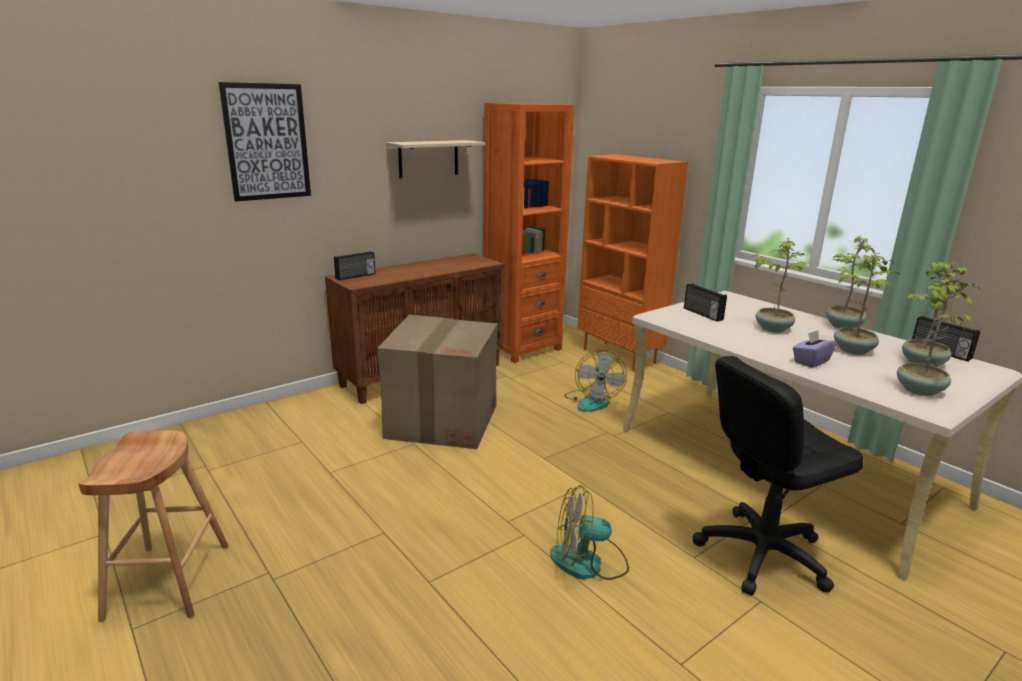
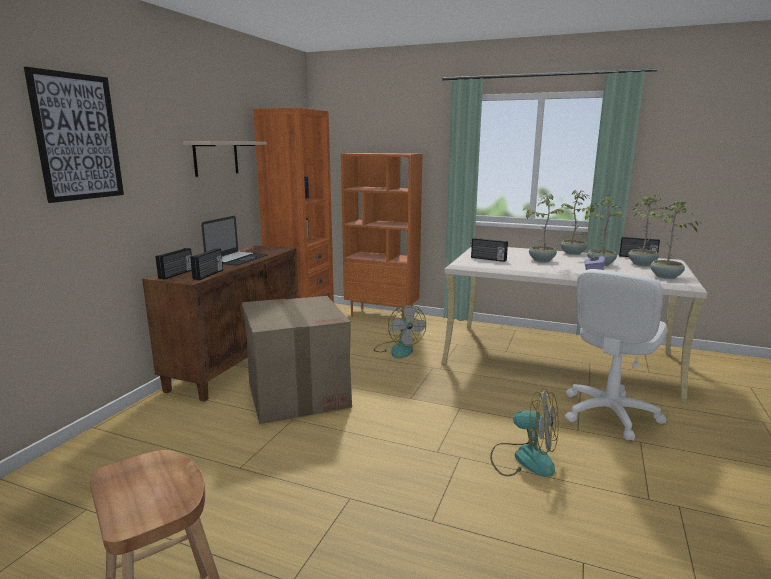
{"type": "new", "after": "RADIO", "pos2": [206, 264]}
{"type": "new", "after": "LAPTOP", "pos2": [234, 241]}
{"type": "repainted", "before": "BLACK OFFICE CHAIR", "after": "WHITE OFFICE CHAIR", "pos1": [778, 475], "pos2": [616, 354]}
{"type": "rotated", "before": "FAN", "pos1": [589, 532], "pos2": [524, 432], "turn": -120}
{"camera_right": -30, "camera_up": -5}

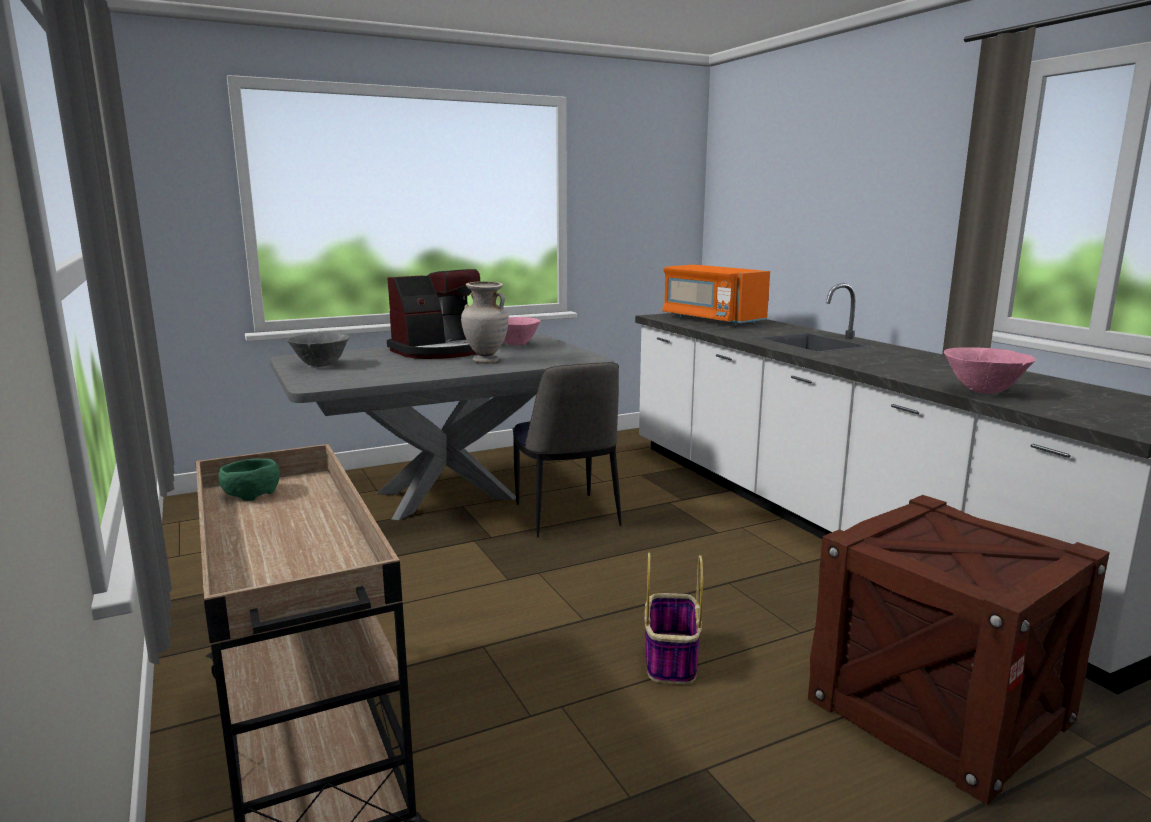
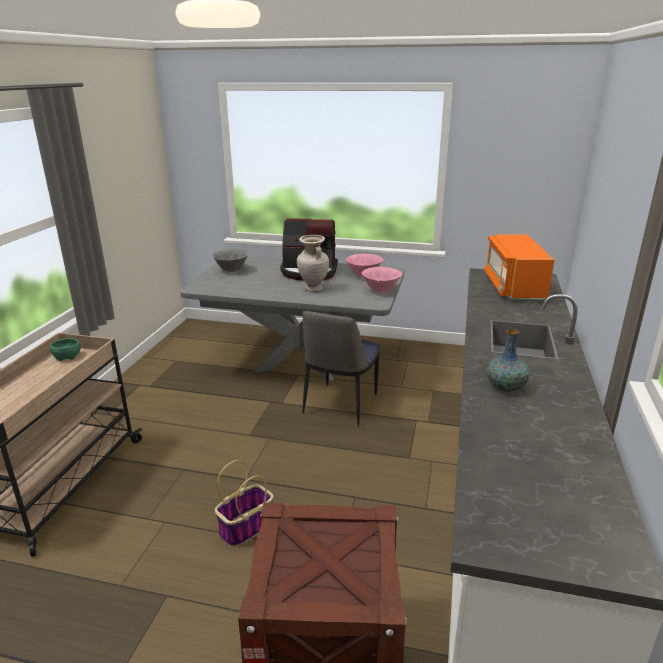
{"type": "new", "after": "VASE", "pos2": [508, 360]}
{"type": "shifted", "before": "PINK BOWL", "pos1": [990, 370], "pos2": [382, 280]}
{"camera_right": 40, "camera_up": 10}

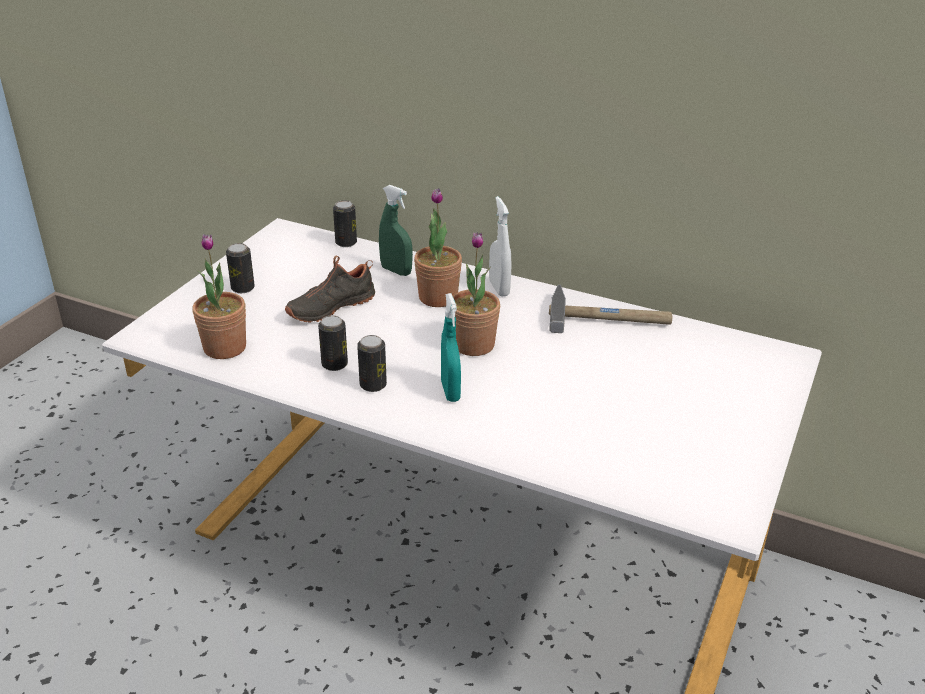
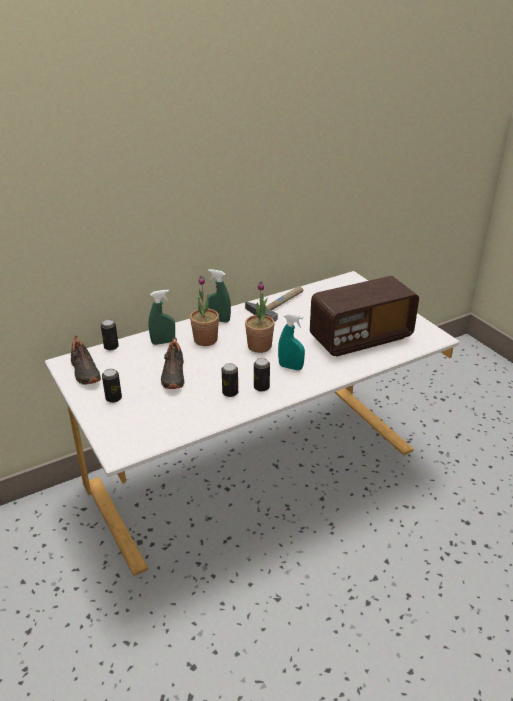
{"type": "gone", "before": "POTTED PLANT", "pos1": [219, 296]}
{"type": "new", "after": "BLACK SHOE", "pos2": [86, 360]}
{"type": "new", "after": "RADIO", "pos2": [364, 316]}
{"type": "repainted", "before": "WHITE SPRAY BOTTLE", "after": "GREEN SPRAY BOTTLE", "pos1": [500, 246], "pos2": [219, 296]}
{"camera_right": -55, "camera_up": 0}

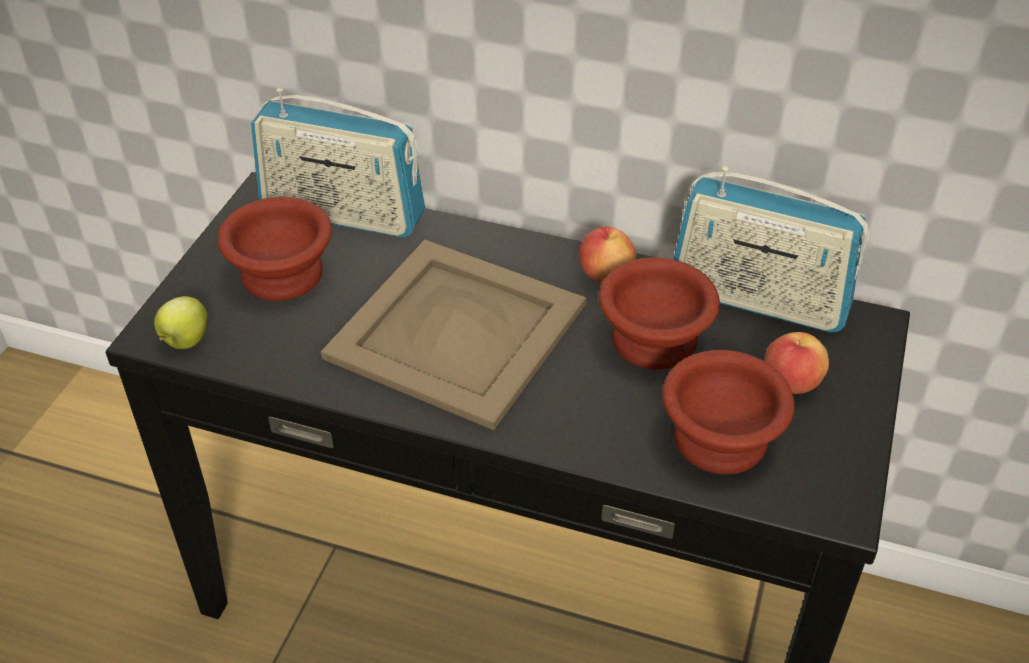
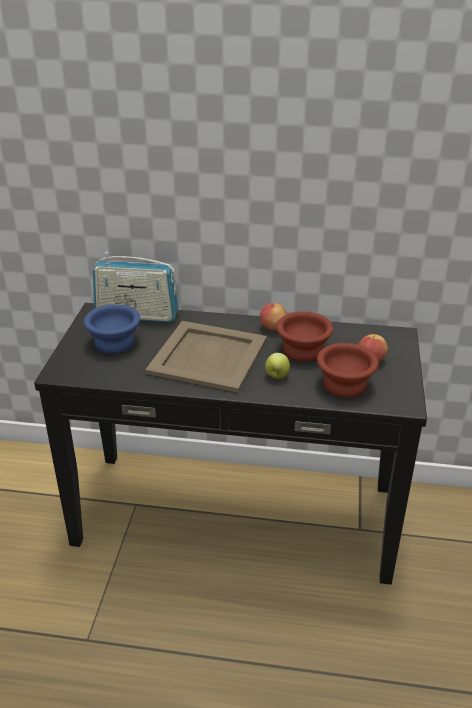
{"type": "gone", "before": "RADIO", "pos1": [771, 249]}
{"type": "shifted", "before": "APPLE", "pos1": [181, 322], "pos2": [277, 366]}
{"type": "repainted", "before": "BROWN BOWL", "after": "BLUE BOWL", "pos1": [274, 249], "pos2": [112, 328]}
{"camera_right": -10, "camera_up": -10}

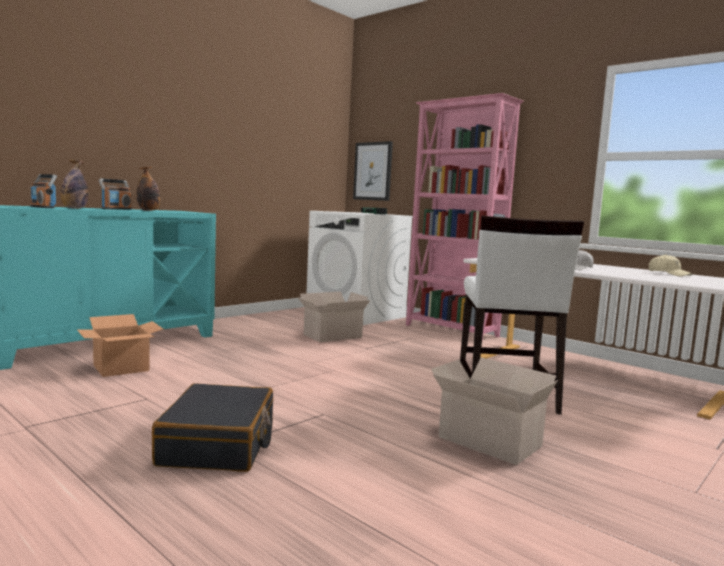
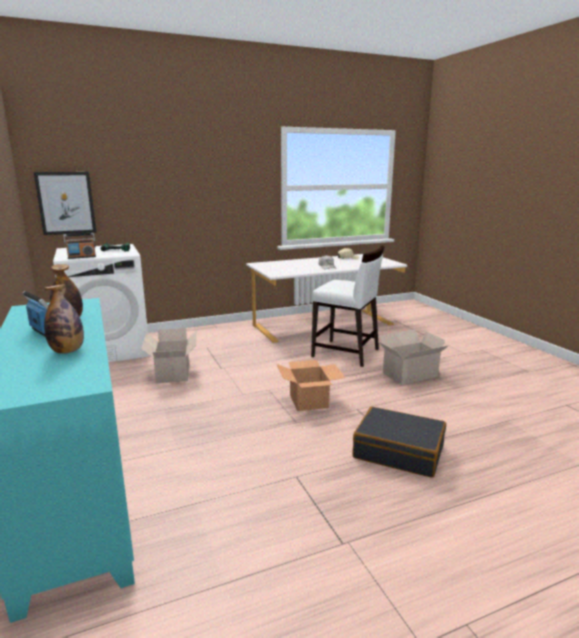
{"type": "gone", "before": "PINK BOOKCASE", "pos1": [465, 216]}
{"type": "shifted", "before": "RADIO", "pos1": [44, 191], "pos2": [79, 246]}
{"type": "shifted", "before": "CARDBOARD BOX", "pos1": [120, 345], "pos2": [311, 385]}
{"camera_right": -65, "camera_up": 10}

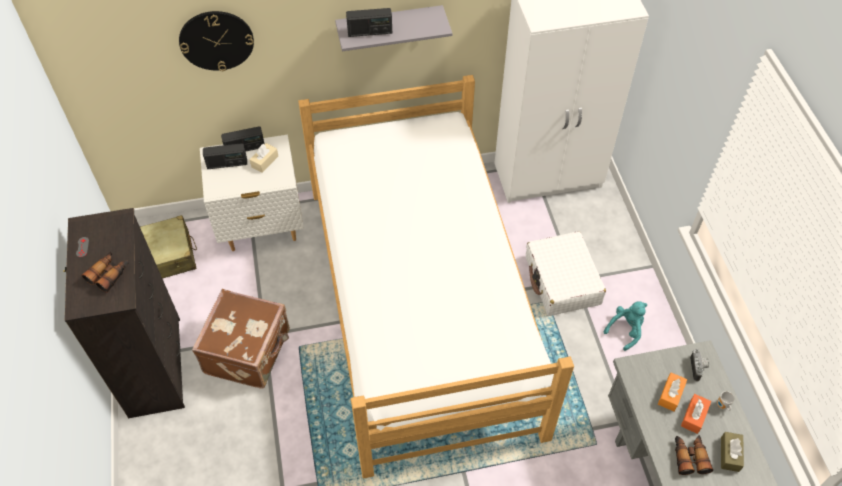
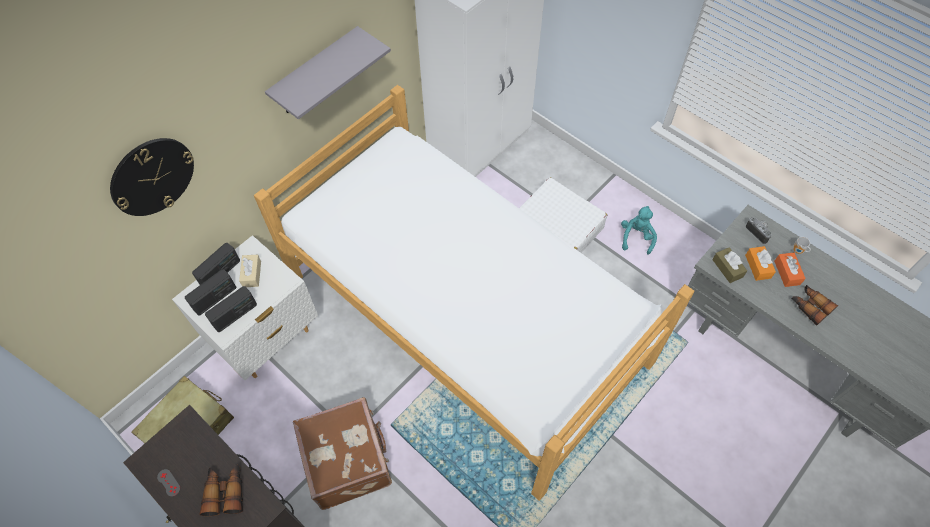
{"type": "shifted", "before": "RADIO", "pos1": [369, 22], "pos2": [231, 309]}
{"type": "shifted", "before": "BROWN TISSUE BOX", "pos1": [732, 452], "pos2": [729, 265]}
{"camera_right": -35, "camera_up": 5}

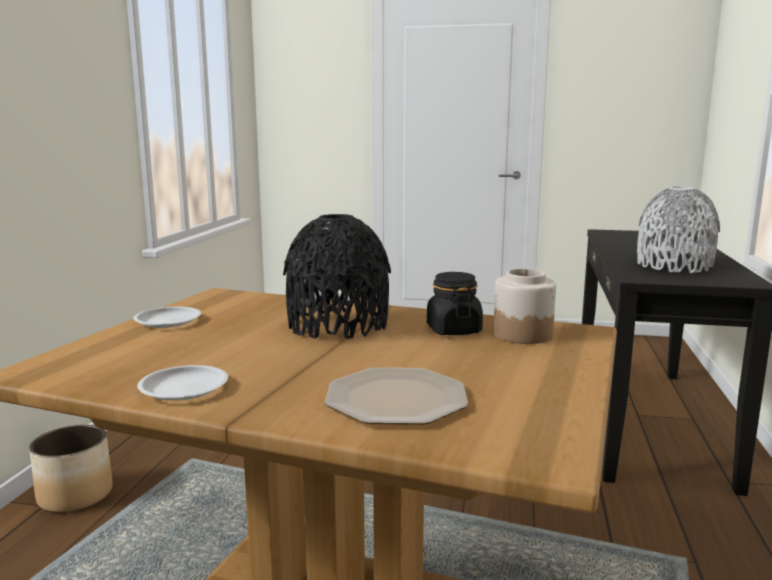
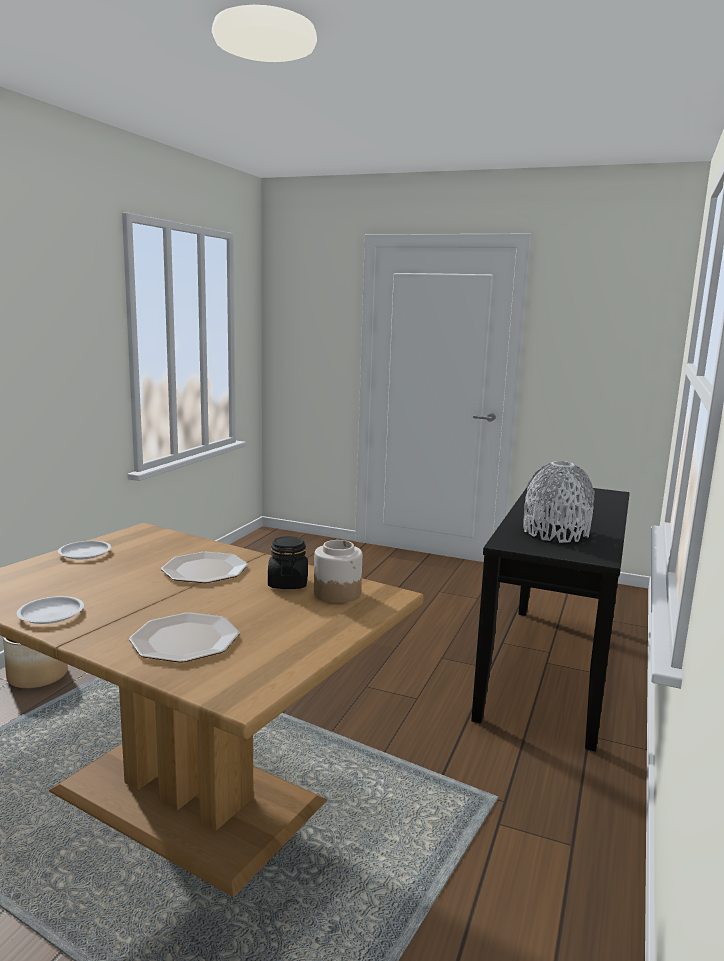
{"type": "swapped", "before": "BLACK VASE", "after": "PLATE", "pos1": [337, 276], "pos2": [204, 567]}
{"camera_right": 10, "camera_up": 0}

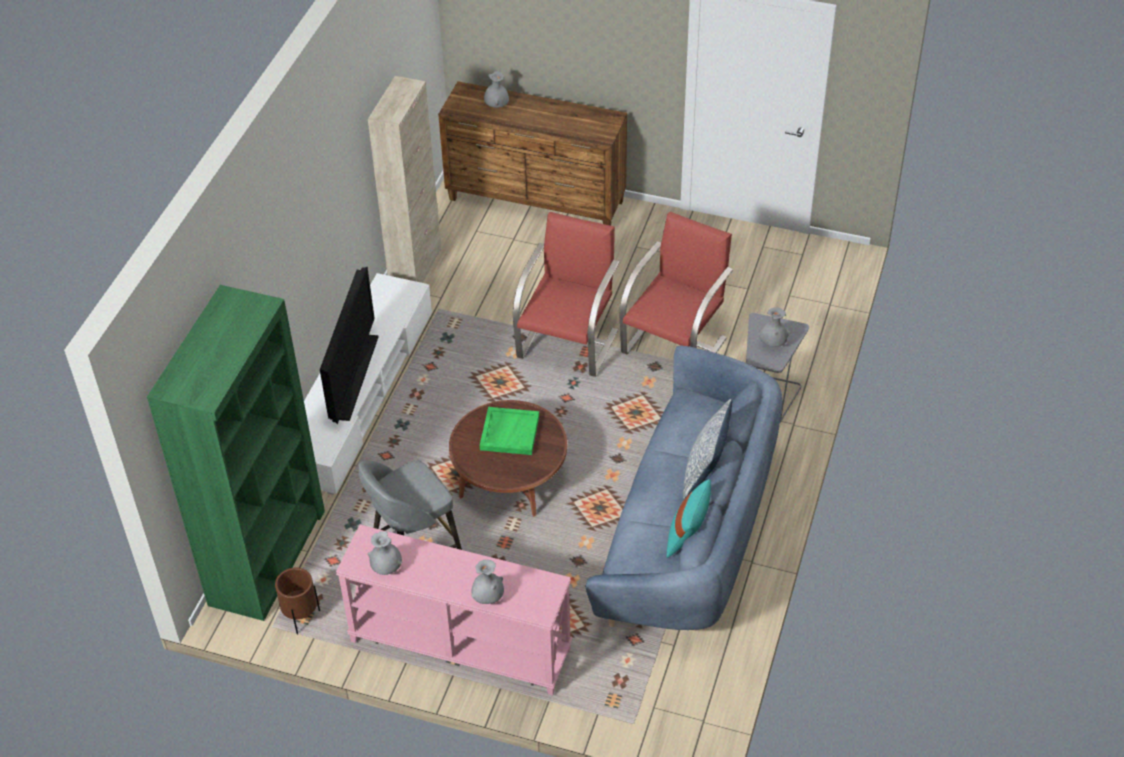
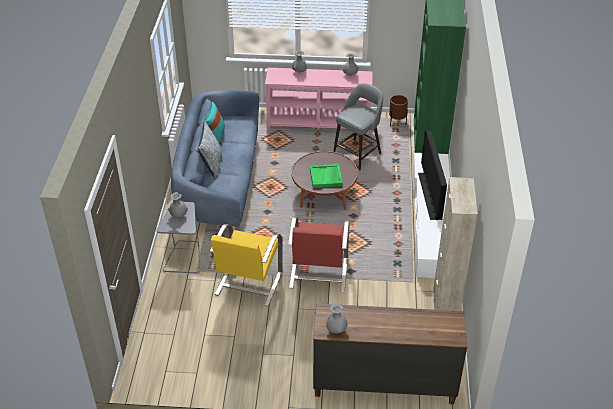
{"type": "shifted", "before": "GREY VASE", "pos1": [496, 89], "pos2": [336, 318]}
{"type": "repainted", "before": "RED ARMCHAIR", "after": "YELLOW ARMCHAIR", "pos1": [676, 283], "pos2": [246, 264]}
{"camera_right": 165, "camera_up": -5}

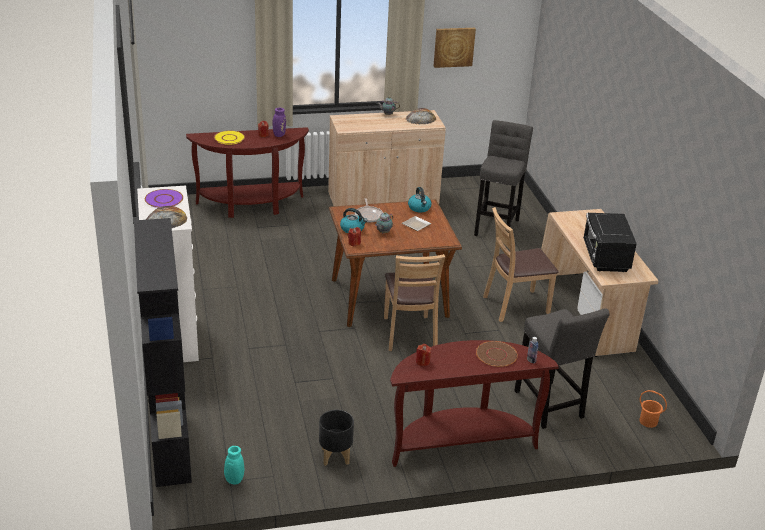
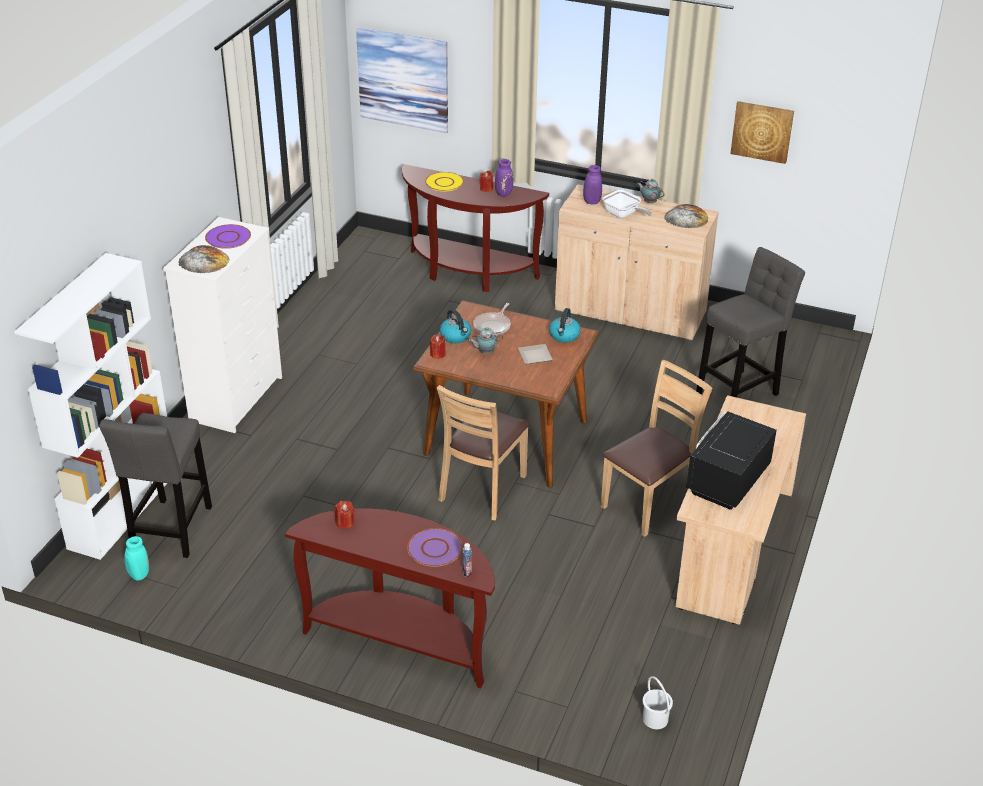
{"type": "gone", "before": "BLACK PLANTER", "pos1": [336, 438]}
{"type": "new", "after": "PICTURE", "pos2": [402, 80]}
{"type": "new", "after": "PURPLE VASE", "pos2": [592, 184]}
{"type": "new", "after": "FRYING PAN", "pos2": [627, 204]}
{"type": "shifted", "before": "GREY STOOL", "pos1": [562, 368], "pos2": [156, 485]}
{"type": "repainted", "before": "BLACK BOOKCASE", "after": "WHITE BOOKCASE", "pos1": [163, 352], "pos2": [90, 406]}
{"type": "repainted", "before": "BROWN PLATE", "after": "PURPLE PLATE", "pos1": [497, 354], "pos2": [435, 547]}
{"type": "repainted", "before": "ORANGE BUCKET", "after": "WHITE BUCKET", "pos1": [653, 409], "pos2": [657, 702]}
{"type": "rotated", "before": "BROWN CHAIR", "pos1": [521, 264], "pos2": [657, 448], "turn": 120}
{"camera_right": 35, "camera_up": 5}

